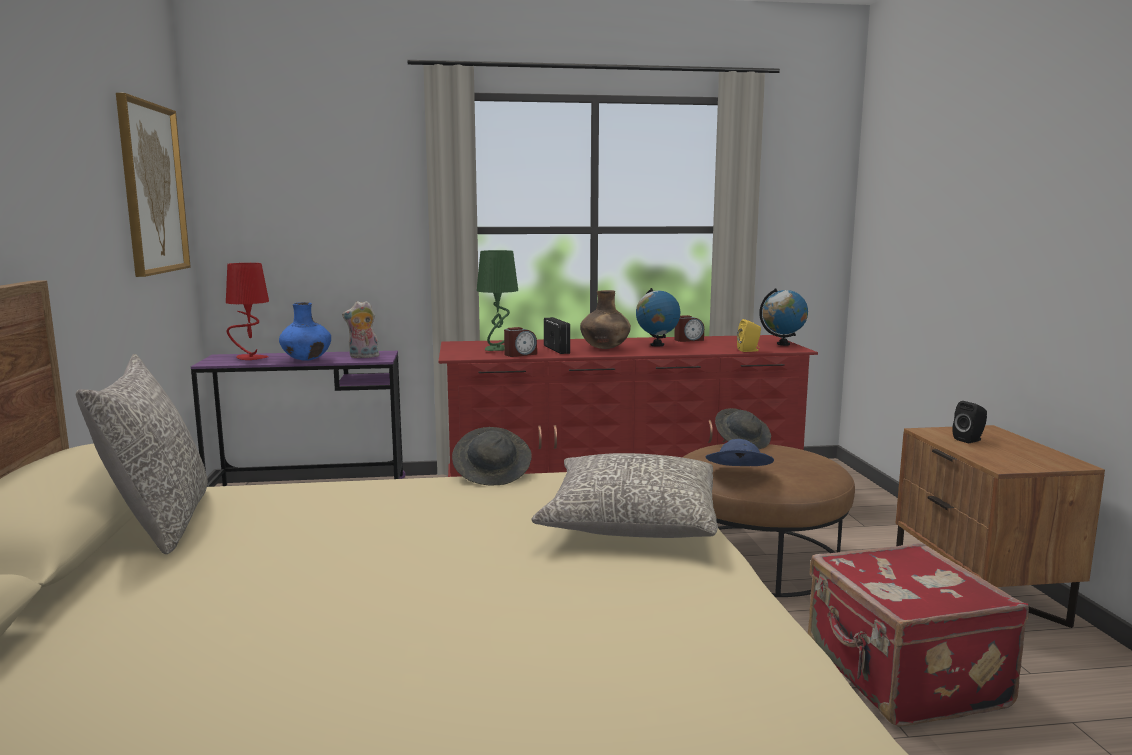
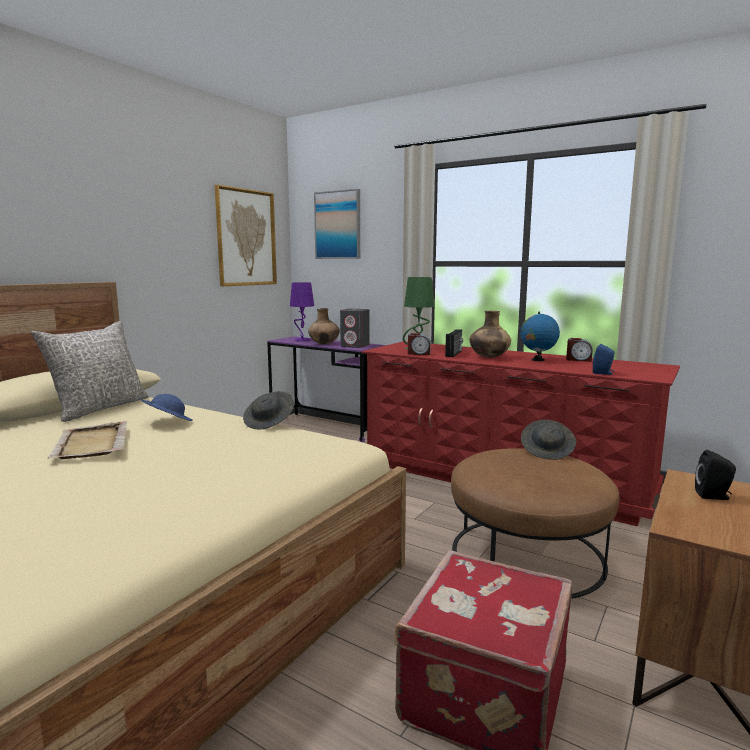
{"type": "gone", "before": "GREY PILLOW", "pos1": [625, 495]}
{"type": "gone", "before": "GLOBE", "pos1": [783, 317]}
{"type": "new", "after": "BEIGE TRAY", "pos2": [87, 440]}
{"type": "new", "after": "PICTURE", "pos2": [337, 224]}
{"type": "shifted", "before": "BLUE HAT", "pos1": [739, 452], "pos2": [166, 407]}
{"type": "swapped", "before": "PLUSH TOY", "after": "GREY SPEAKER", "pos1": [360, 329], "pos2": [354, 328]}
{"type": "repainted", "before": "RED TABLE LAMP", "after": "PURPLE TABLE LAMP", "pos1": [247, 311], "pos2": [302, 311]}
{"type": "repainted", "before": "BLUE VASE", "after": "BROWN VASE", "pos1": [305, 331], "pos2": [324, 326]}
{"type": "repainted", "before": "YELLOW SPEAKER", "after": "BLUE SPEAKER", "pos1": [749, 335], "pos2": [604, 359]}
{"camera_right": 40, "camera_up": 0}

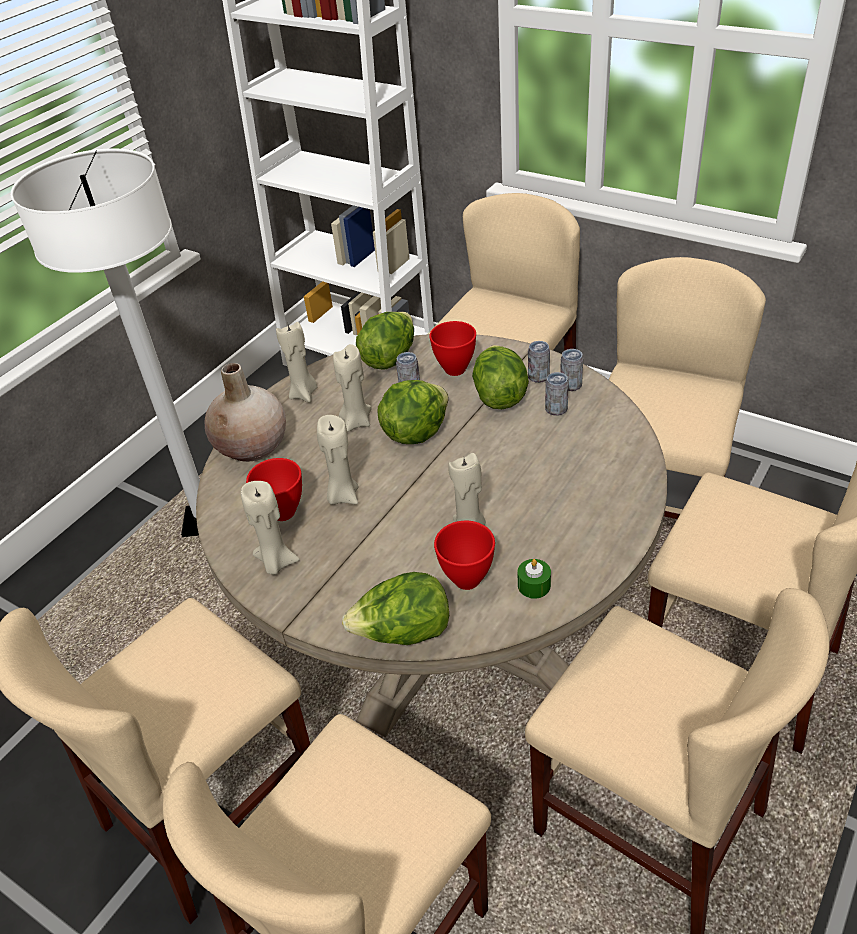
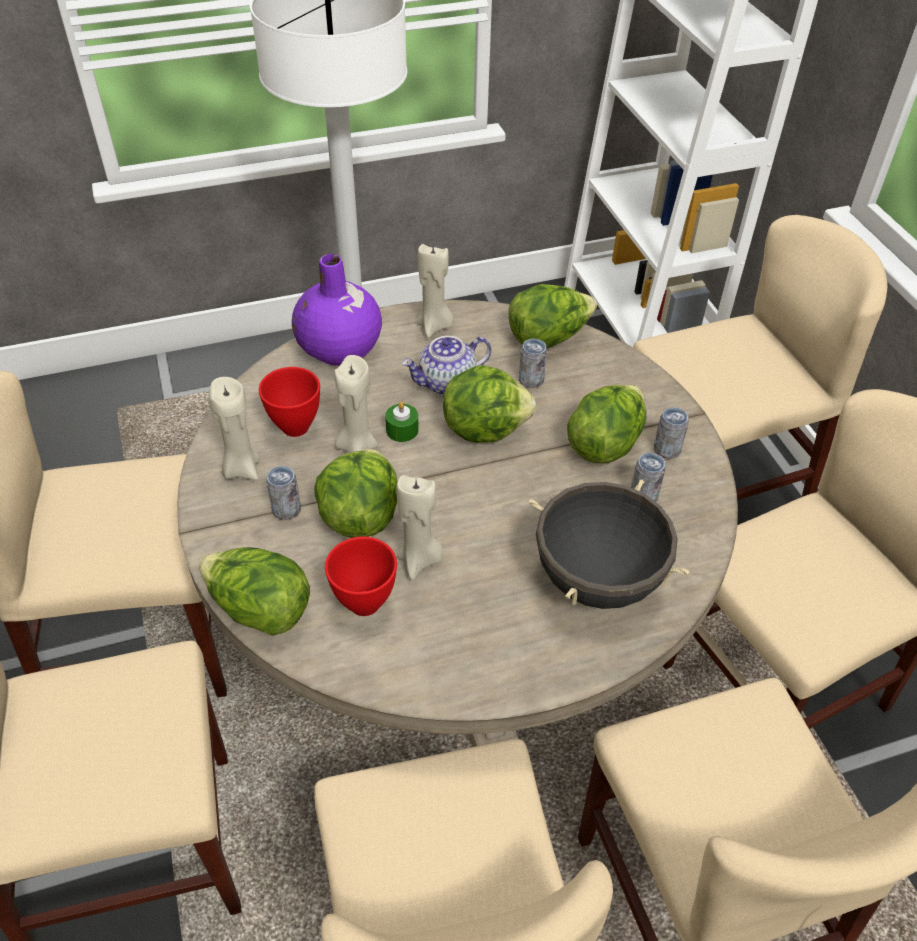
{"type": "gone", "before": "RED BOWL", "pos1": [452, 348]}
{"type": "new", "after": "LETTUCE", "pos2": [356, 493]}
{"type": "new", "after": "BLACK COOKING POT", "pos2": [609, 544]}
{"type": "shifted", "before": "GREEN CANDLE", "pos1": [534, 579], "pos2": [402, 422]}
{"type": "shifted", "before": "CAN", "pos1": [571, 370], "pos2": [283, 493]}
{"type": "swapped", "before": "BEIGE CANDLE", "after": "TEAPOT", "pos1": [352, 388], "pos2": [446, 365]}
{"type": "repainted", "before": "BEIGE VASE", "after": "PURPLE VASE", "pos1": [245, 412], "pos2": [337, 310]}
{"camera_right": 35, "camera_up": 5}

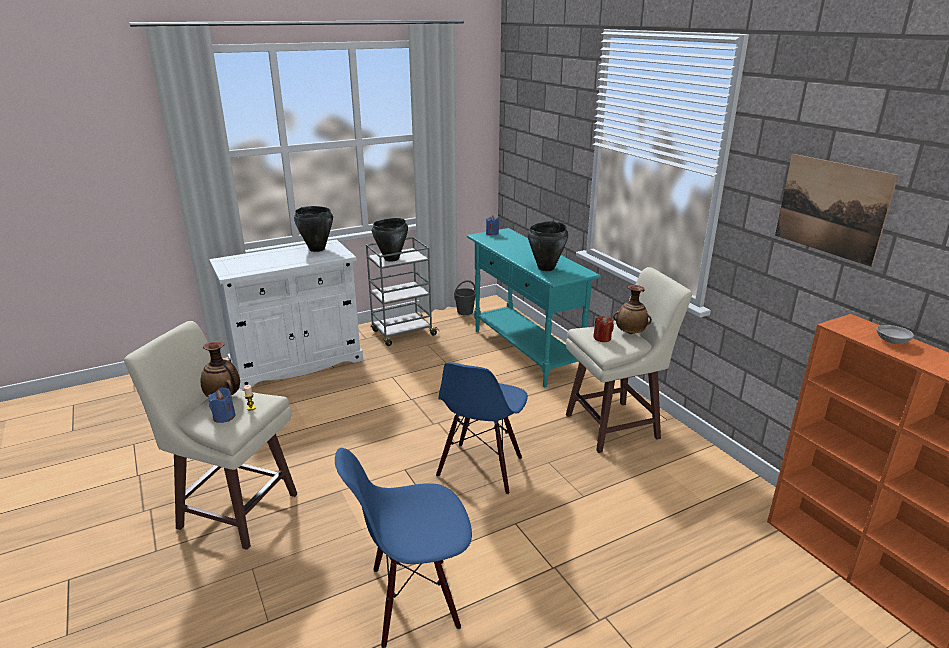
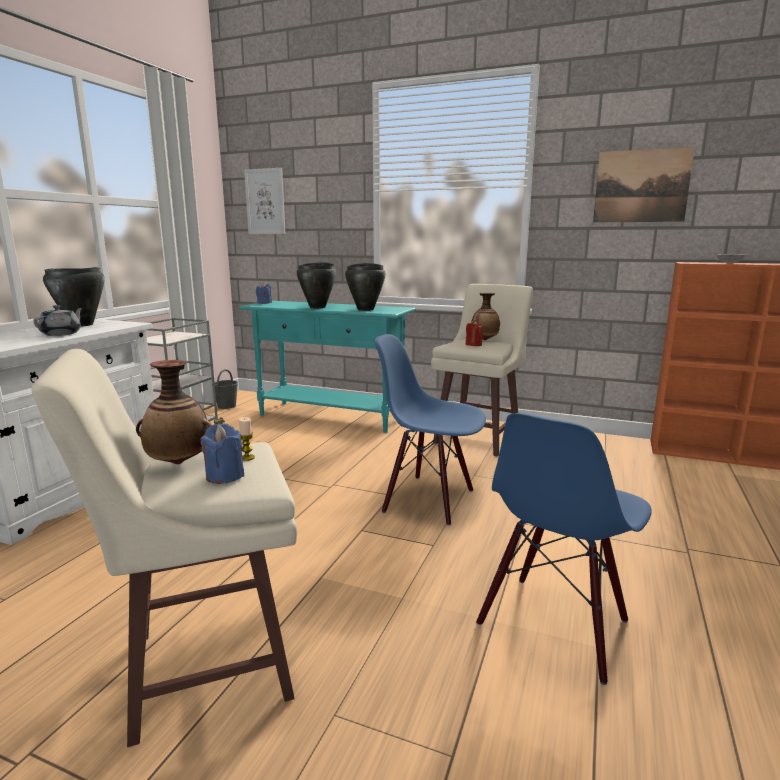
{"type": "new", "after": "GREY TEAPOT", "pos2": [58, 320]}
{"type": "new", "after": "PICTURE", "pos2": [264, 201]}
{"type": "shifted", "before": "BLACK COOKING POT", "pos1": [390, 240], "pos2": [316, 285]}
{"type": "rotated", "before": "BLUE CHAIR", "pos1": [482, 428], "pos2": [430, 429], "turn": 135}
{"camera_right": -40, "camera_up": -10}

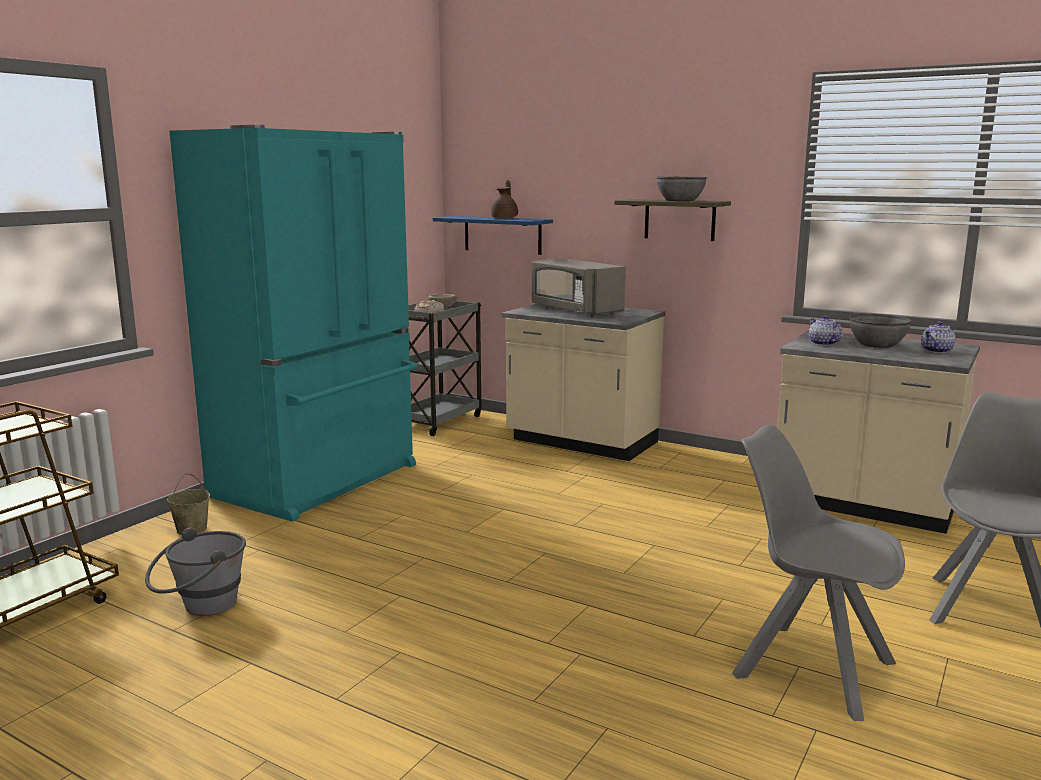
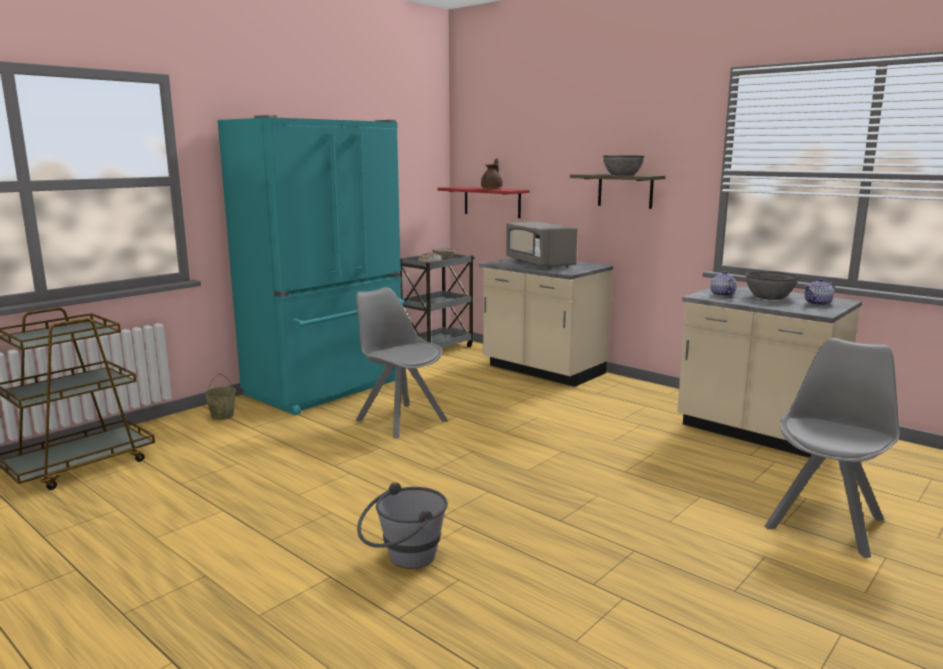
{"type": "shifted", "before": "GREY BUCKET", "pos1": [195, 571], "pos2": [402, 525]}
{"type": "shifted", "before": "GREY CHAIR", "pos1": [818, 573], "pos2": [402, 363]}
{"type": "repainted", "before": "BLUE SHELF", "after": "RED SHELF", "pos1": [493, 235], "pos2": [483, 202]}
{"camera_right": 10, "camera_up": 0}

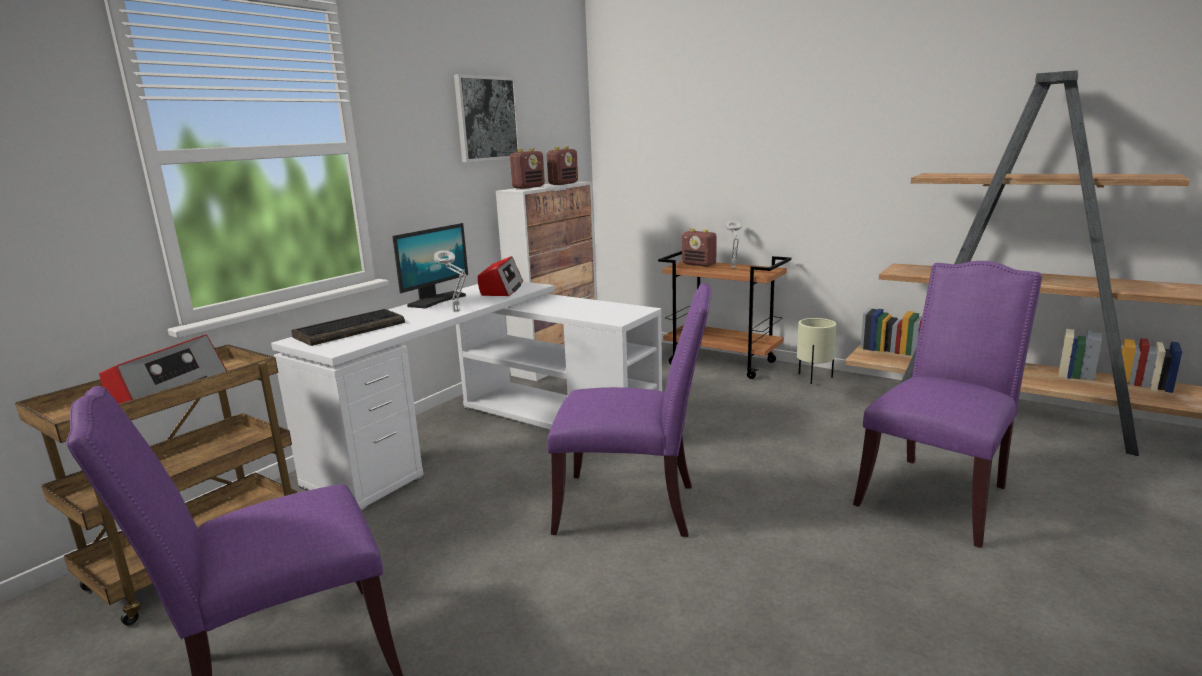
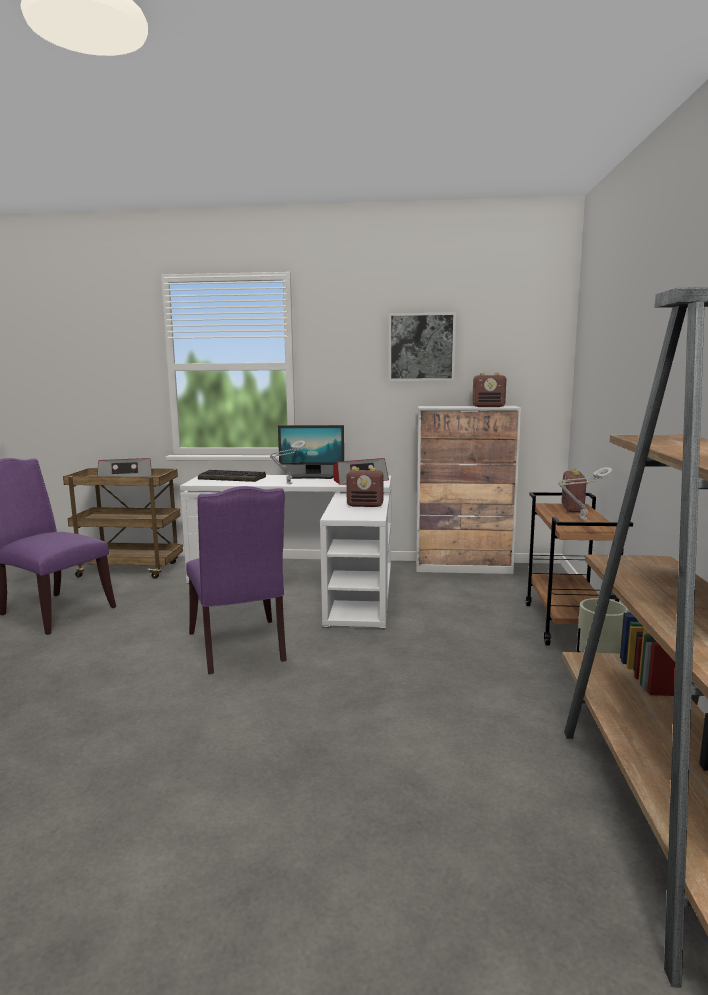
{"type": "gone", "before": "PURPLE CHAIR", "pos1": [947, 404]}
{"type": "shifted", "before": "RADIO", "pos1": [527, 168], "pos2": [364, 487]}
{"camera_right": 60, "camera_up": -5}

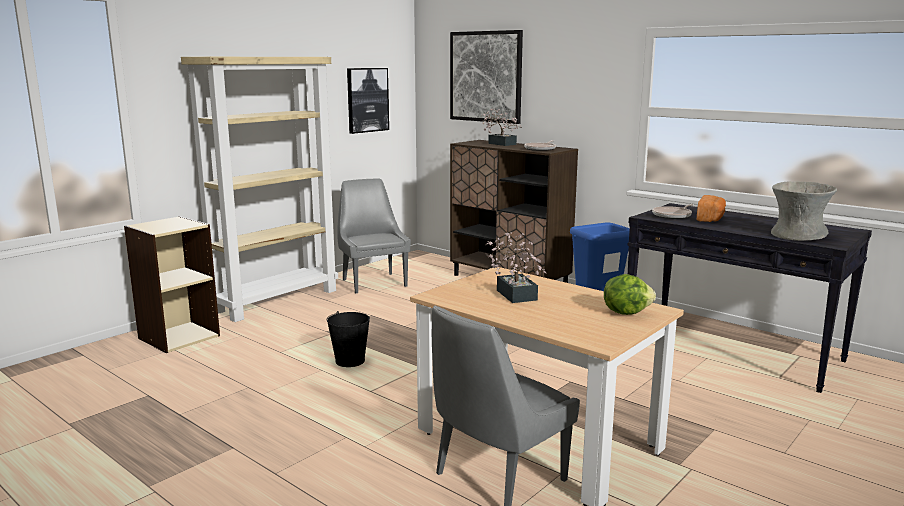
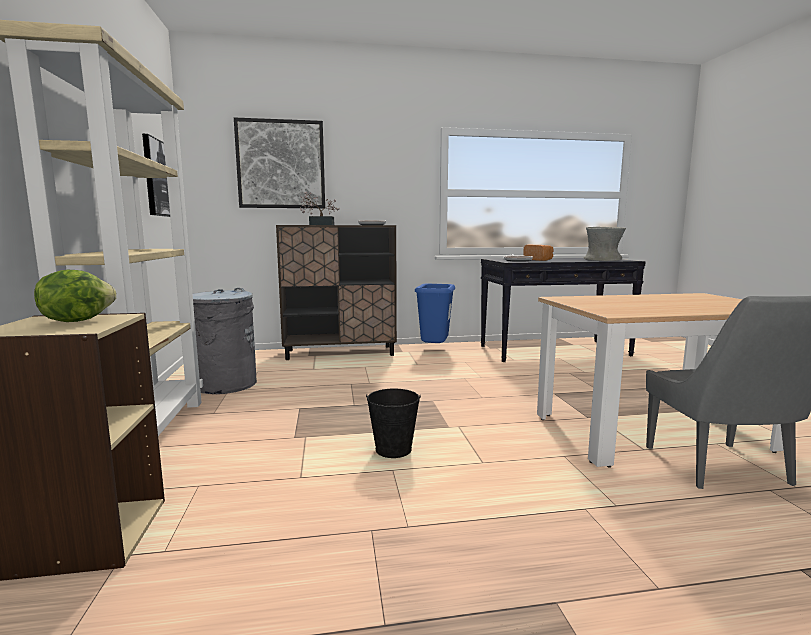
{"type": "gone", "before": "POTTED PLANT", "pos1": [515, 267]}
{"type": "shifted", "before": "LETTUCE", "pos1": [630, 294], "pos2": [75, 296]}
{"type": "swapped", "before": "GREY CHAIR", "after": "GREY TRASH CAN", "pos1": [374, 236], "pos2": [225, 341]}
{"camera_right": -50, "camera_up": -5}

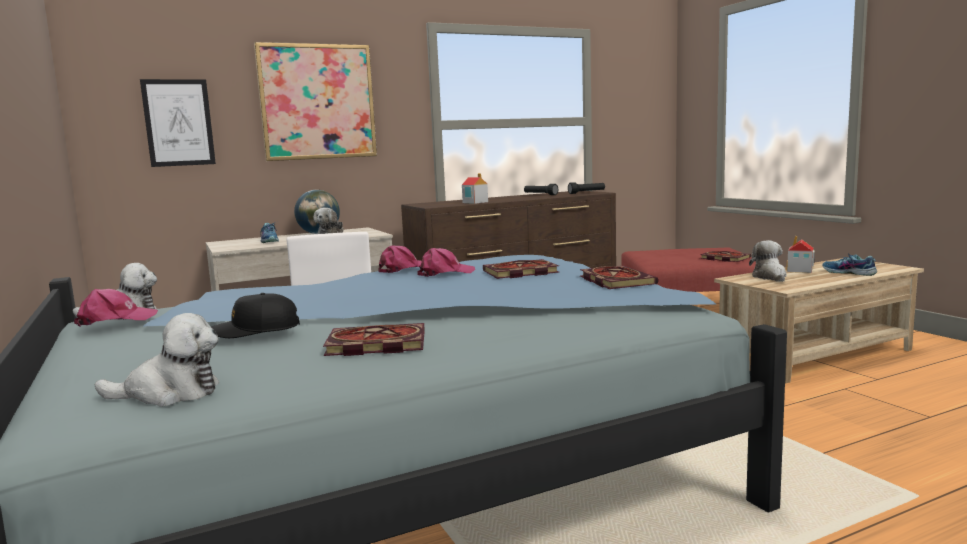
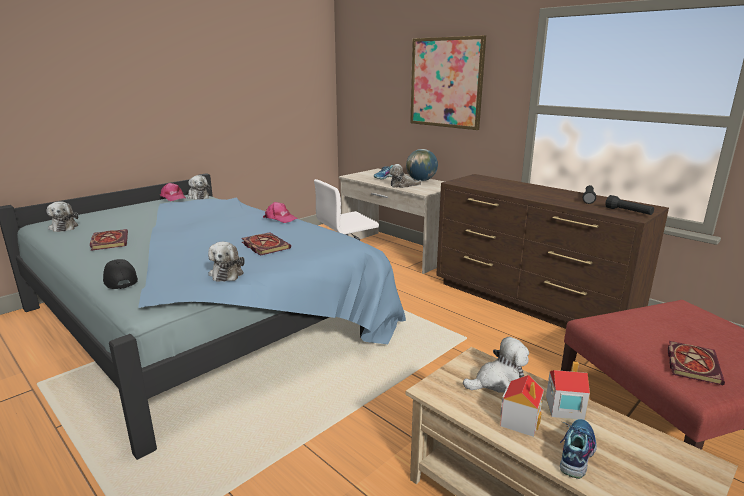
{"type": "gone", "before": "PICTURE", "pos1": [178, 123]}
{"type": "gone", "before": "PINK CAP", "pos1": [446, 262]}
{"type": "shifted", "before": "BLACK CAP", "pos1": [255, 315], "pos2": [120, 274]}
{"type": "shifted", "before": "TOY HOUSE", "pos1": [475, 188], "pos2": [522, 406]}
{"type": "swapped", "before": "BOOK", "after": "PLUSH TOY", "pos1": [619, 277], "pos2": [226, 262]}
{"camera_right": 70, "camera_up": 10}

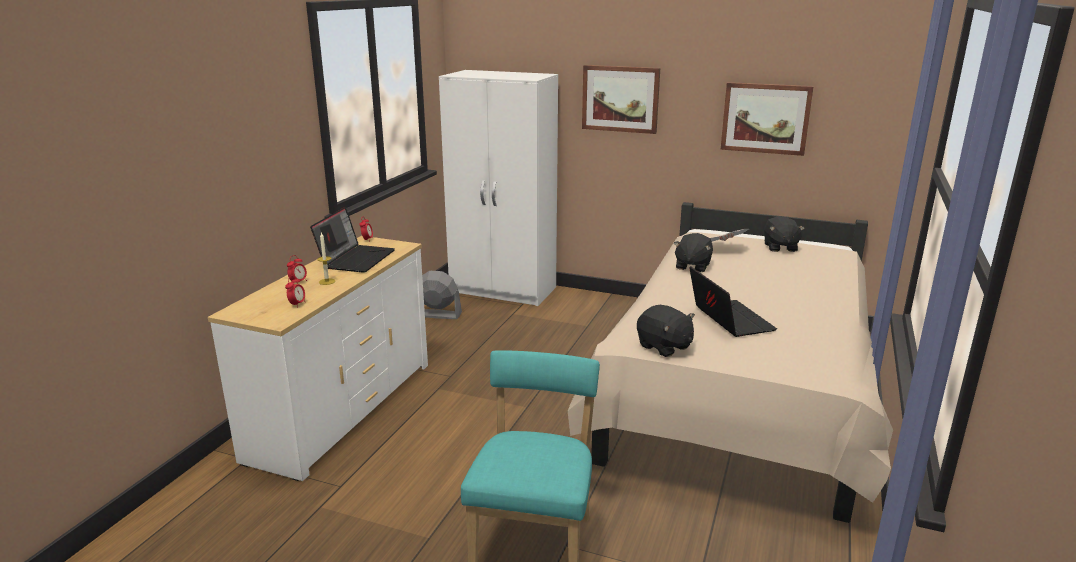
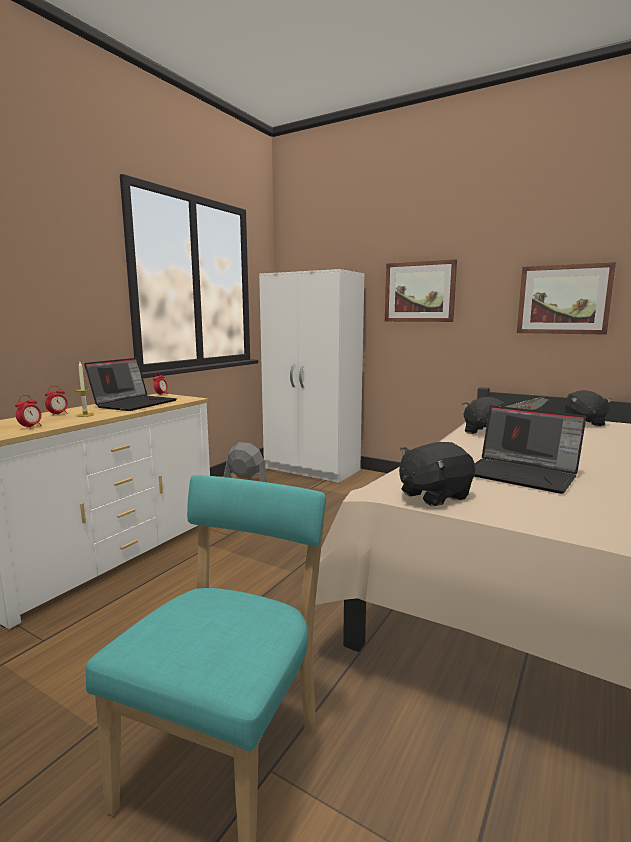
{"type": "rotated", "before": "BLACK PLUSH TOY", "pos1": [666, 331], "pos2": [437, 474], "turn": 90}
{"type": "rotated", "before": "LAPTOP", "pos1": [733, 301], "pos2": [530, 449], "turn": 135}
{"camera_right": 10, "camera_up": -10}

